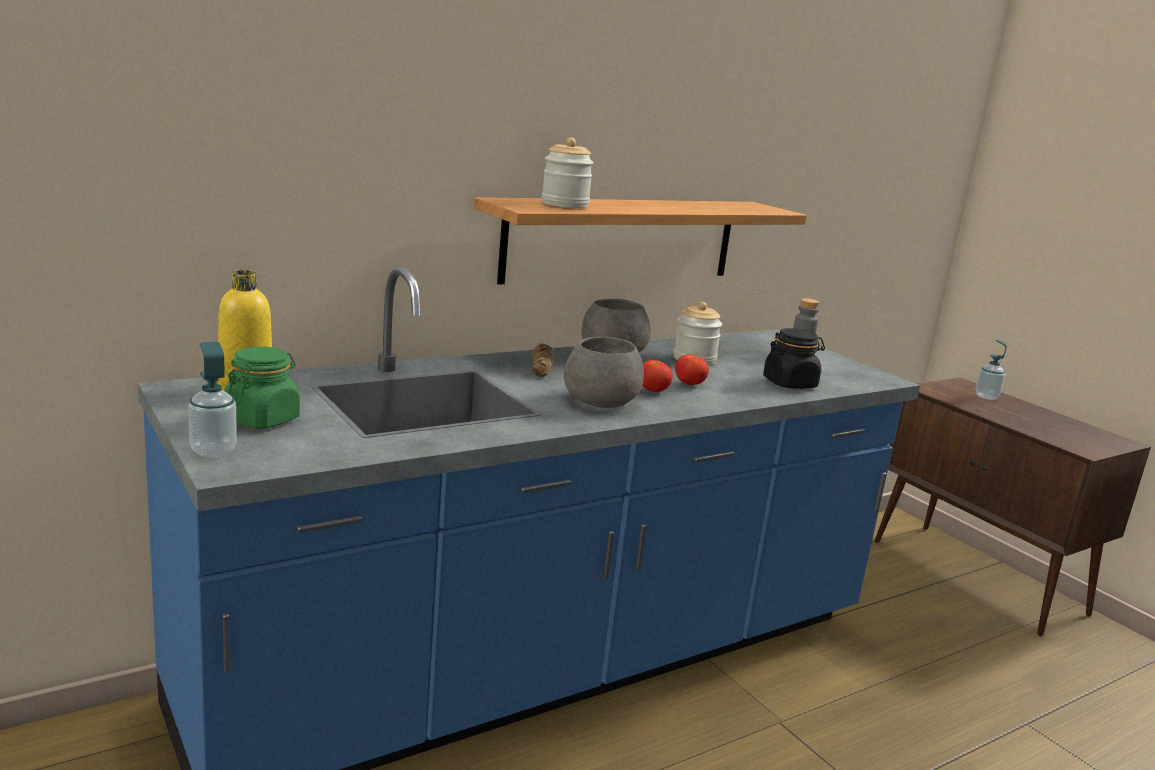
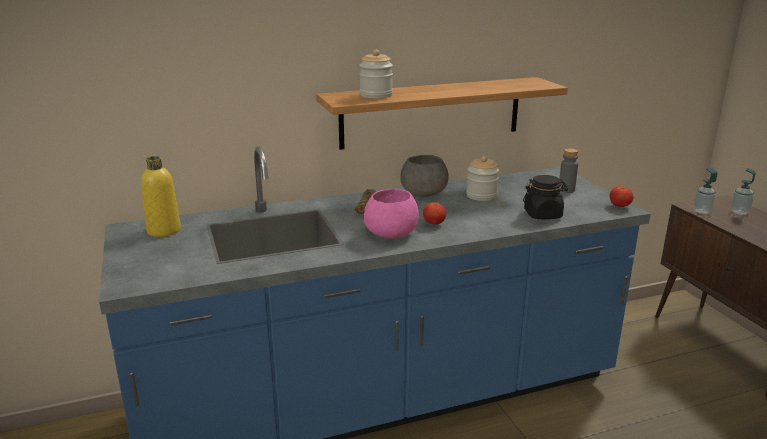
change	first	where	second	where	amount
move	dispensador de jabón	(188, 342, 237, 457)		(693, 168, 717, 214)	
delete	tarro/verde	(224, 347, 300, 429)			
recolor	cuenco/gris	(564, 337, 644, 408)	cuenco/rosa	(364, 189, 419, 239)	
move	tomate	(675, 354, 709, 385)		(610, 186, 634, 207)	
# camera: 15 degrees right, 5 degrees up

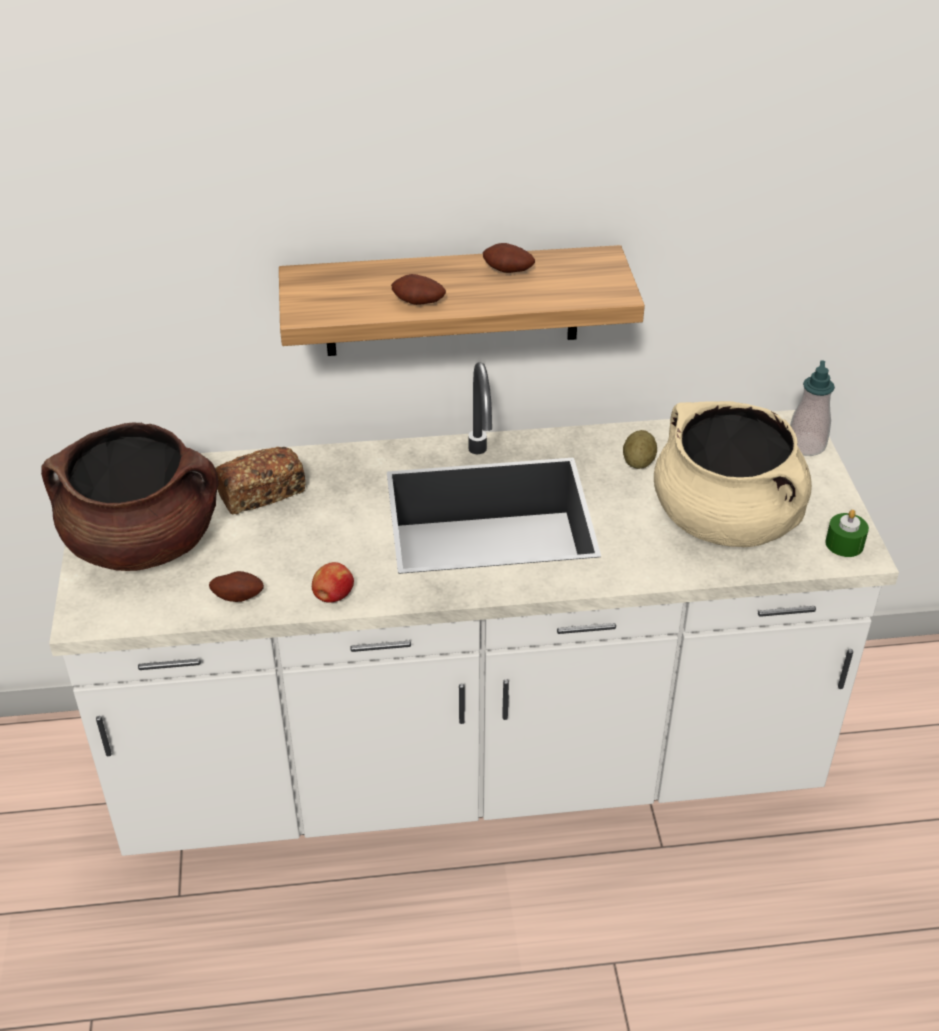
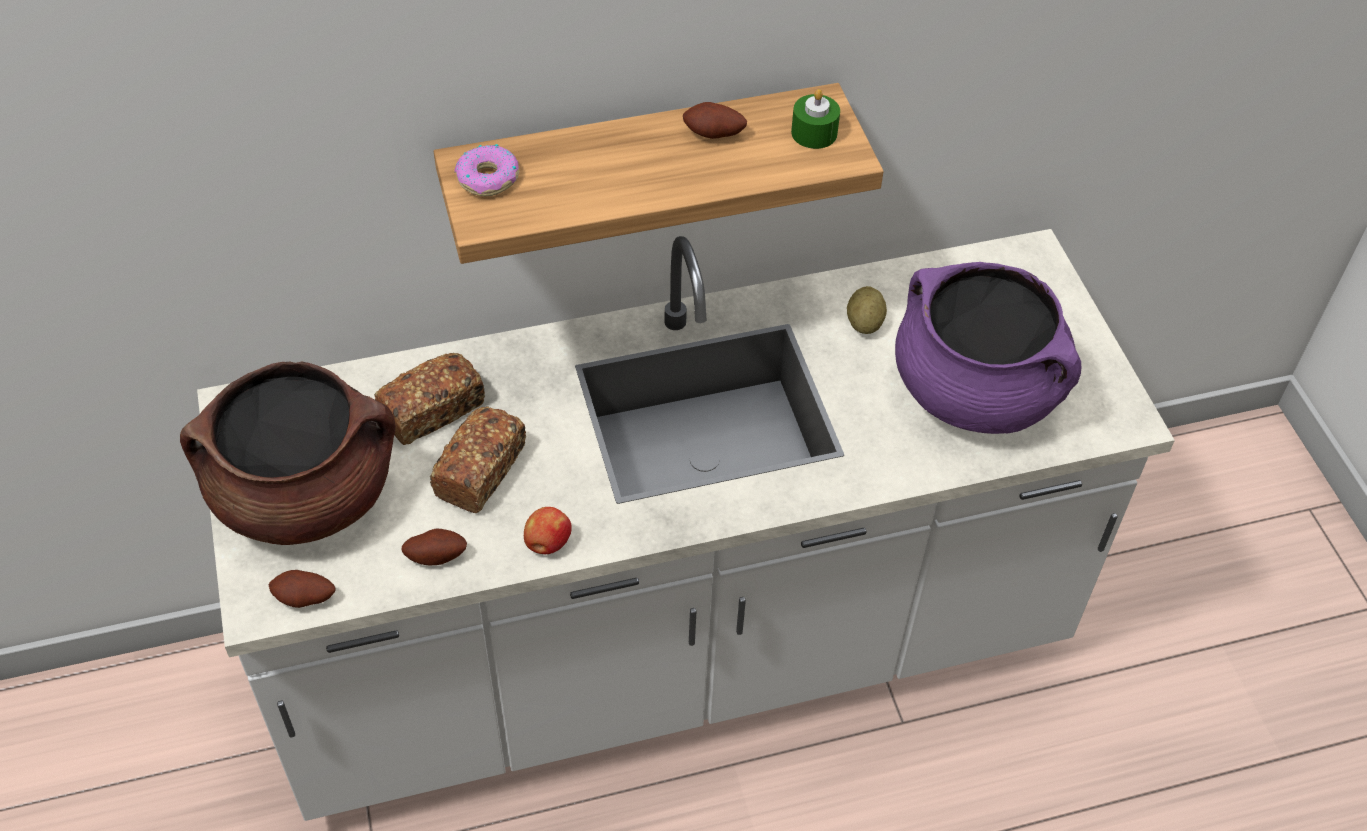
change	first	where	second	where	amount
move	patata	(391, 274, 446, 305)		(269, 570, 336, 608)	
recolor	olla/beis	(654, 401, 812, 547)	olla/morado	(895, 262, 1081, 434)	
delete	dispensador de jabón	(790, 360, 835, 456)			
move	vela/verde	(825, 510, 869, 557)		(791, 89, 840, 149)	
insert			pan	(430, 407, 526, 513)	
insert			rosquilla	(455, 144, 519, 196)	
# camera: 10 degrees left, 10 degrees up

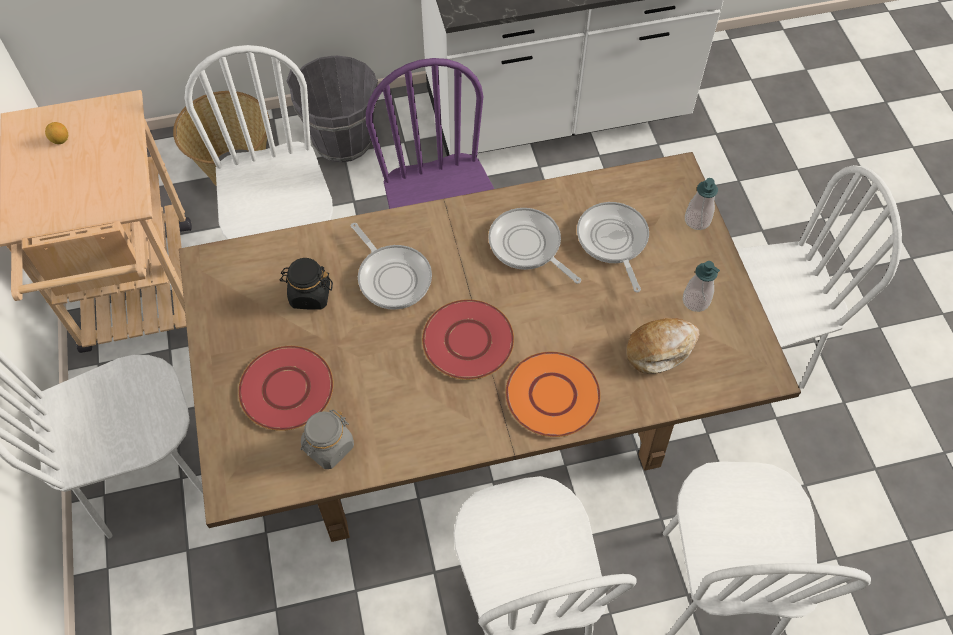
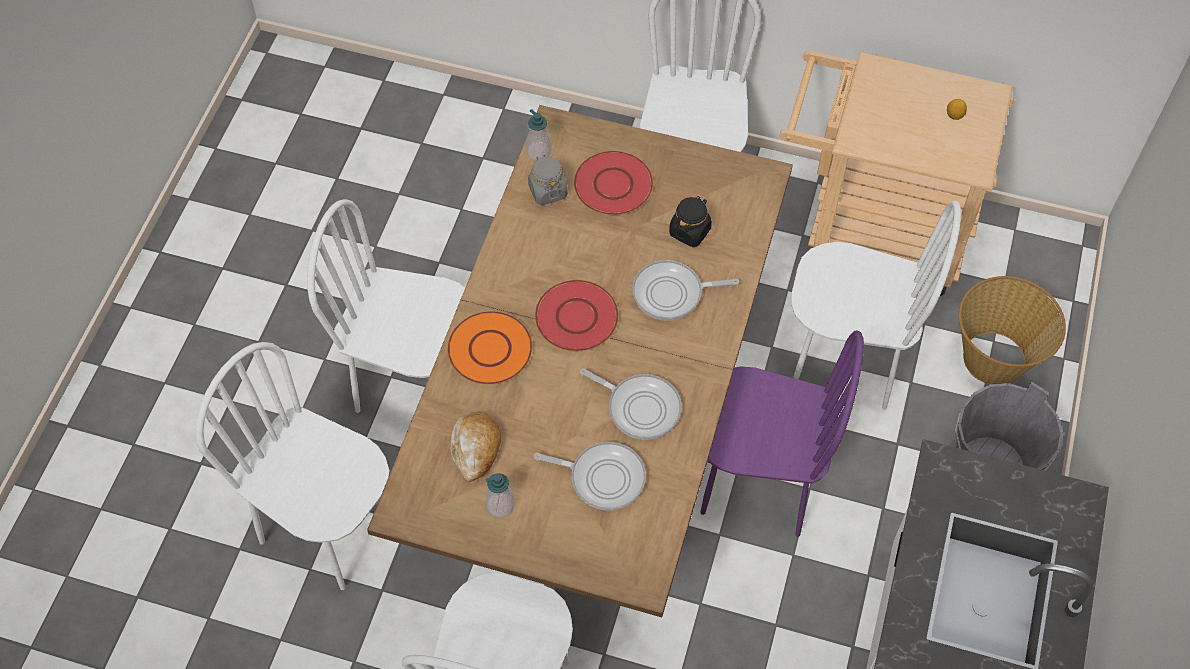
change	first	where	second	where	amount
rotate	sartén	(488, 208, 581, 284)		(580, 368, 682, 440)	45 degrees clockwise
move	dispensador de jabón	(685, 178, 718, 230)		(526, 109, 551, 160)	
# camera: 120 degrees right, 0 degrees up

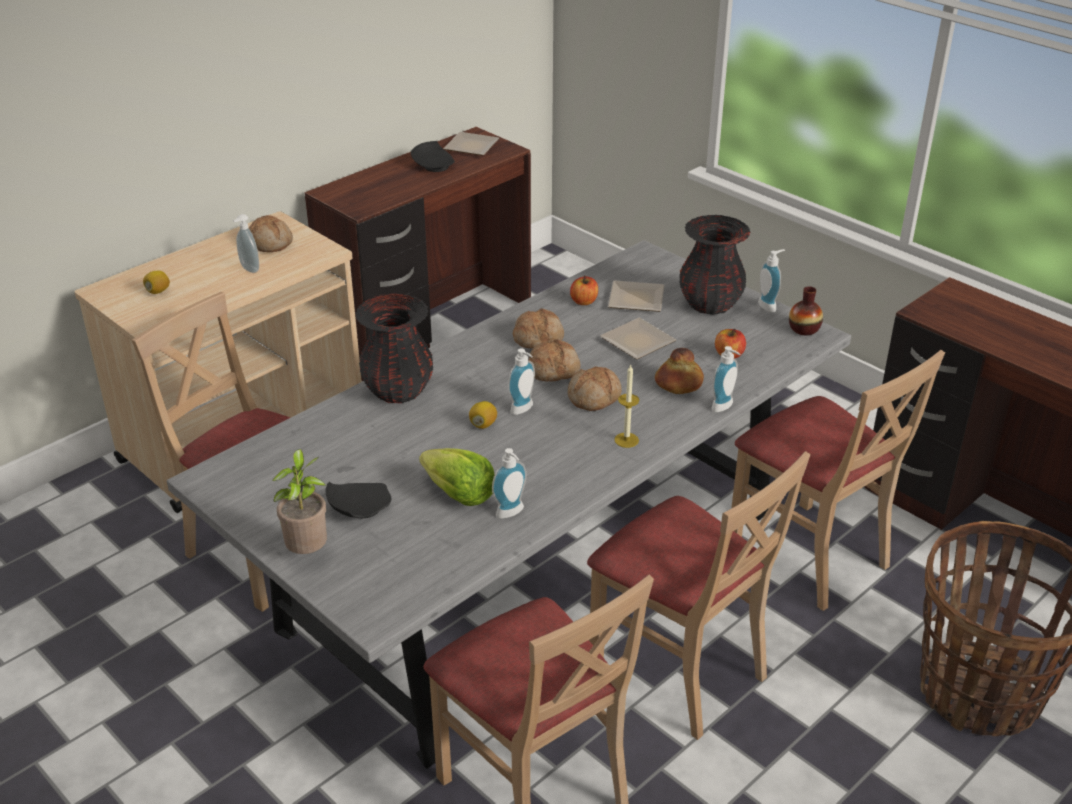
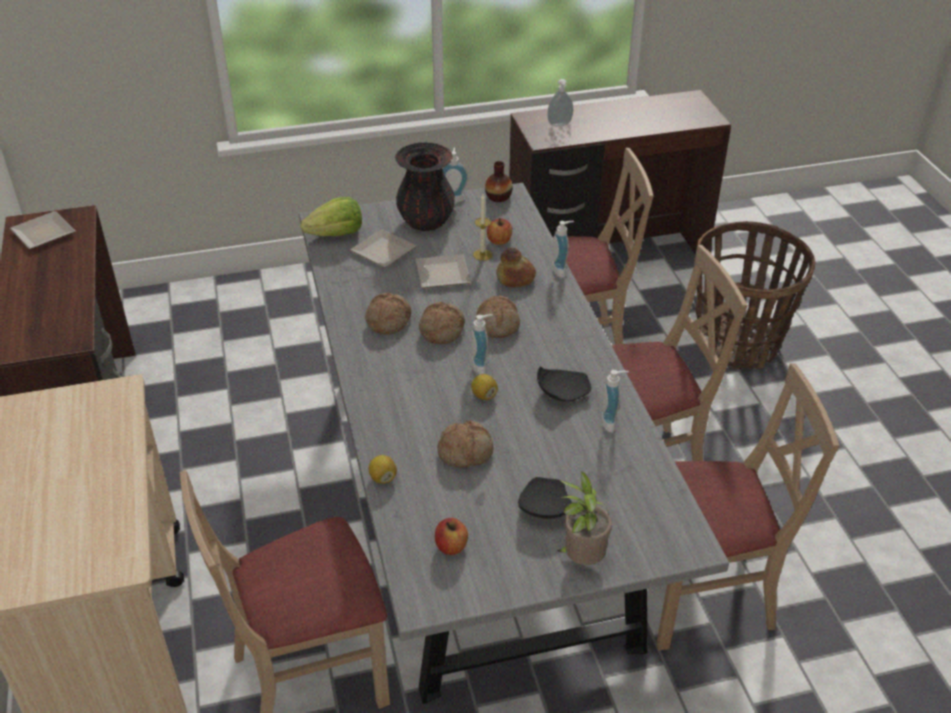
change	first	where	second	where	amount
move	limón	(143, 271, 170, 294)		(368, 455, 397, 484)	
move	dispensador de jabón	(232, 214, 259, 273)		(547, 79, 573, 127)	
move	pan	(249, 215, 293, 252)		(437, 421, 493, 467)	
delete	florero/negro	(355, 294, 433, 403)			
move	plato/negro	(411, 141, 455, 172)		(537, 366, 592, 402)	
move	lechuga	(419, 448, 495, 506)		(300, 197, 362, 236)	
move	manzana	(570, 276, 598, 305)		(435, 518, 468, 555)	
move	vela	(614, 364, 639, 448)		(473, 194, 492, 261)	
# camera: 60 degrees left, 5 degrees up

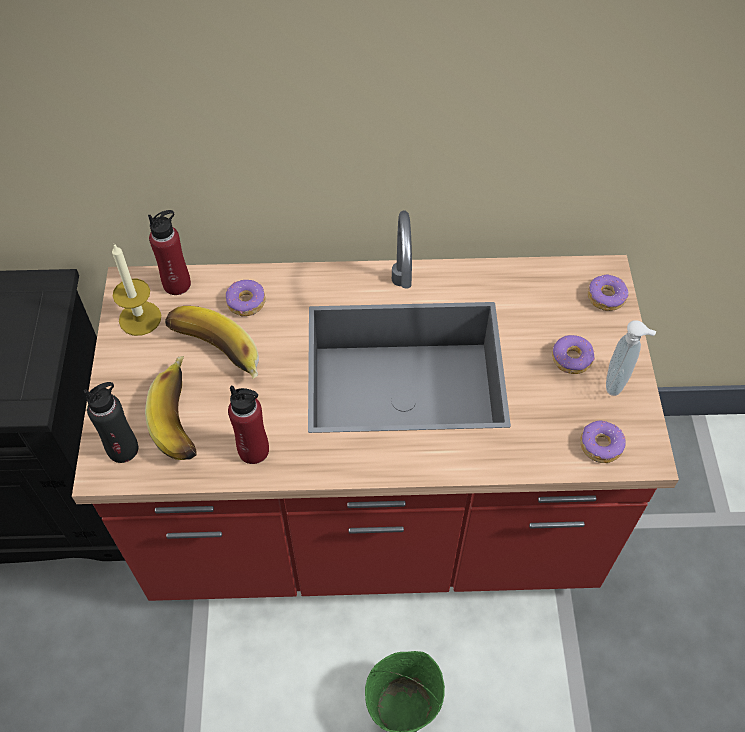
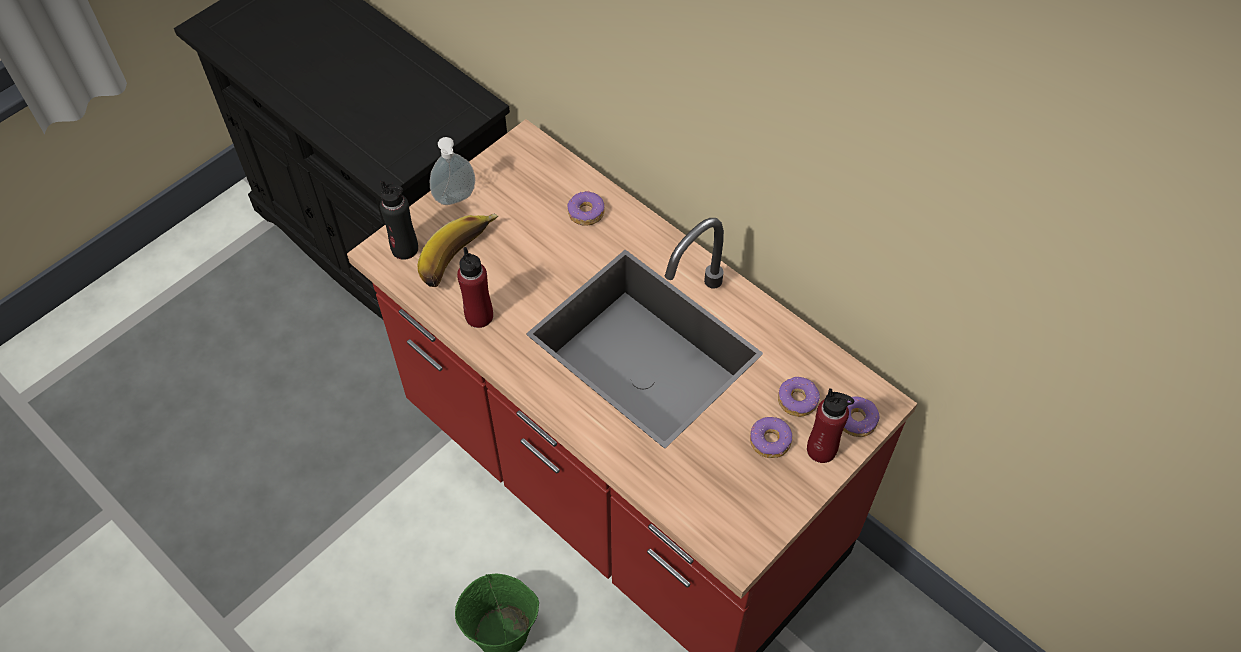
change	first	where	second	where	amount
delete	vela	(112, 244, 161, 336)			
move	botella/rojo	(148, 210, 191, 295)		(807, 388, 854, 463)	
delete	plátano	(165, 306, 259, 379)			
move	rosquilla	(580, 421, 626, 463)		(778, 377, 820, 417)	
move	dispensador de jabón	(606, 320, 656, 396)		(430, 137, 475, 205)	
# camera: 45 degrees right, 0 degrees up

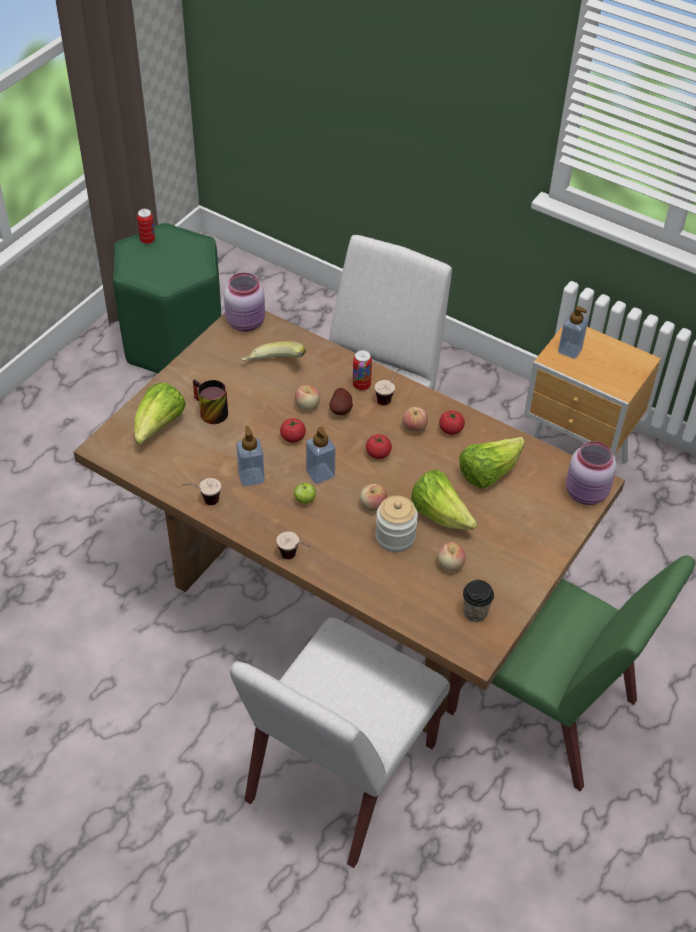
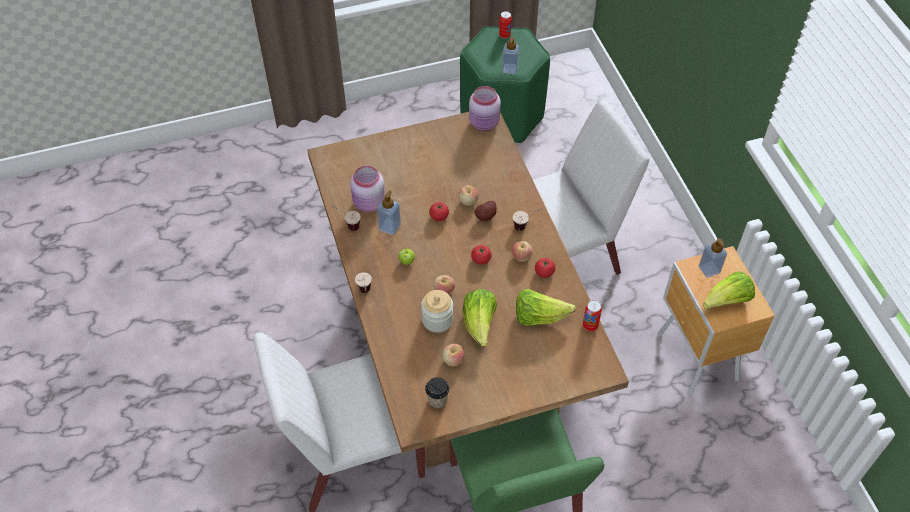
change	first	where	second	where	amount
move	lechuga	(134, 383, 186, 444)		(703, 272, 755, 309)	
delete	taza grande	(193, 379, 228, 424)			
delete	plátano	(241, 341, 306, 362)			
move	dispensador de jabón	(306, 427, 335, 484)		(502, 37, 519, 74)	
move	lata	(353, 350, 372, 391)		(583, 300, 602, 331)	
move	tarro/rosa	(566, 441, 616, 505)		(350, 166, 385, 212)	
# camera: 40 degrees right, 5 degrees up

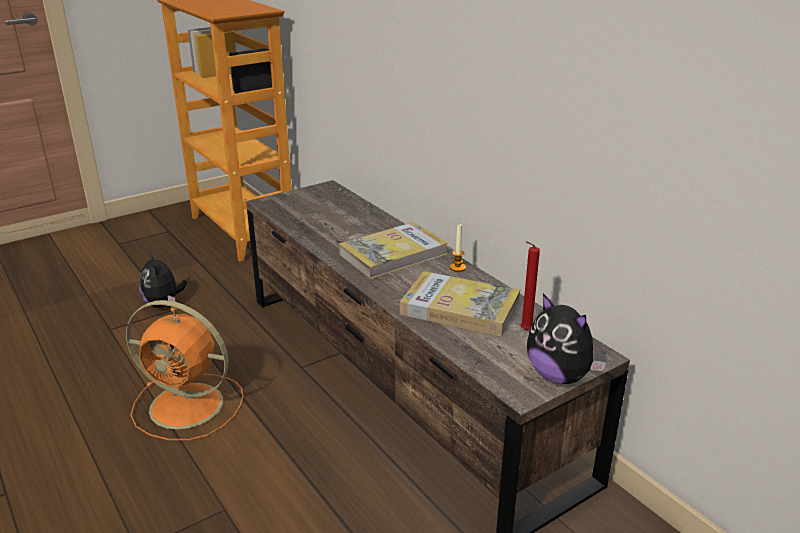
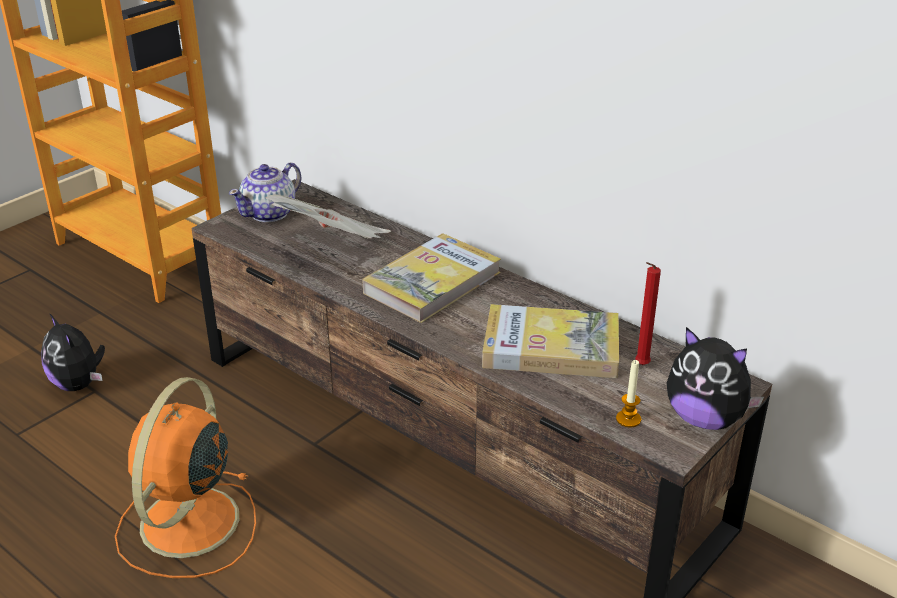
change	first	where	second	where	amount
rotate	ventilador/naranja	(126, 300, 244, 441)		(115, 377, 256, 578)	105 degrees clockwise
move	vela	(450, 224, 466, 272)		(616, 360, 641, 427)	
insert			tetera	(229, 162, 302, 222)	
insert			periódico	(266, 194, 391, 239)	
# camera: 15 degrees left, 5 degrees up

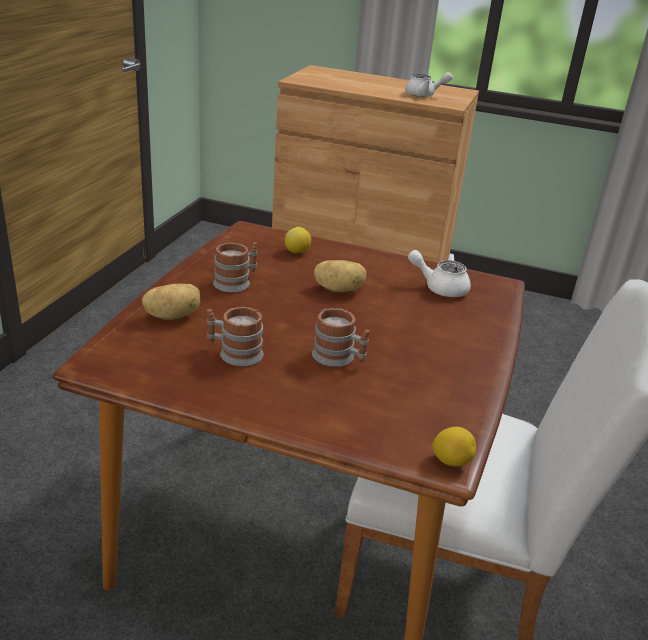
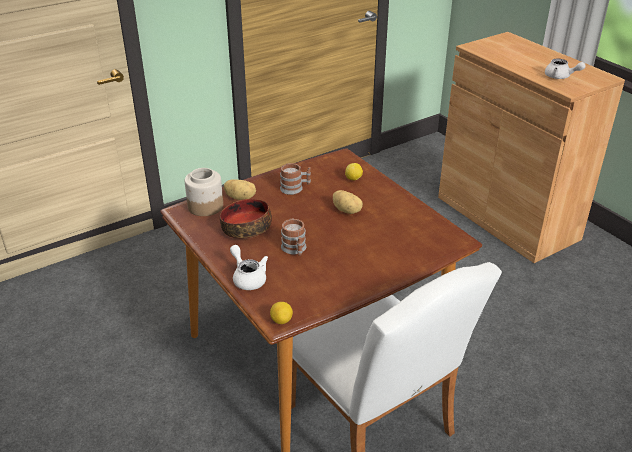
change	first	where	second	where	amount
replace	taza grande	(207, 307, 264, 367)	cuenco	(220, 199, 272, 239)	
move	tetera/blanco	(408, 250, 471, 297)		(230, 245, 268, 290)	
insert			tarro	(185, 168, 223, 216)	
# camera: 40 degrees right, 5 degrees up

